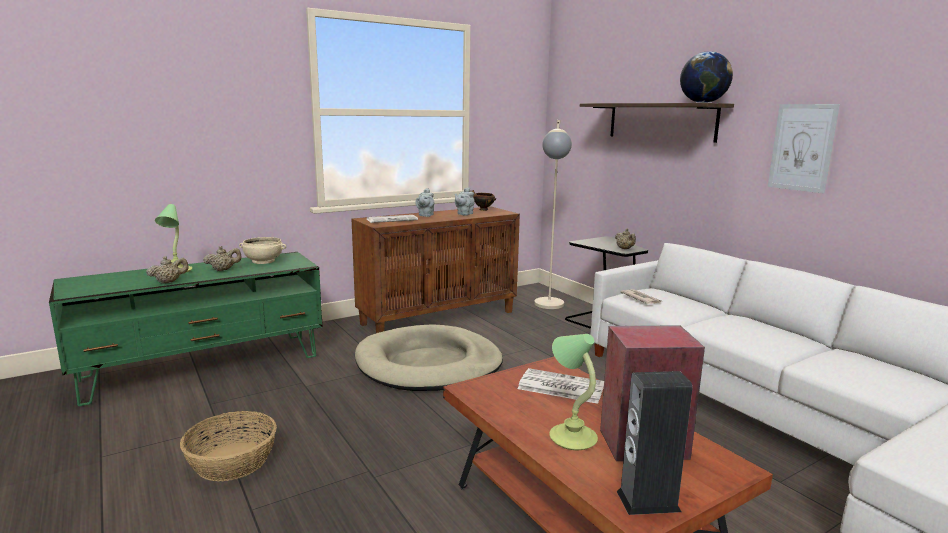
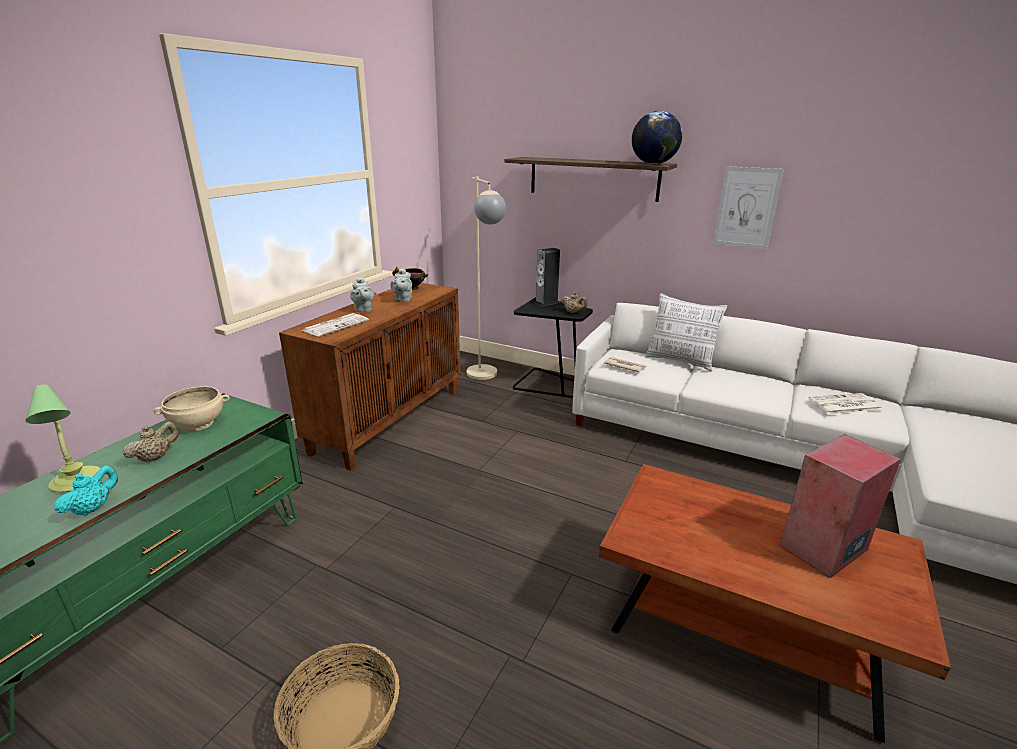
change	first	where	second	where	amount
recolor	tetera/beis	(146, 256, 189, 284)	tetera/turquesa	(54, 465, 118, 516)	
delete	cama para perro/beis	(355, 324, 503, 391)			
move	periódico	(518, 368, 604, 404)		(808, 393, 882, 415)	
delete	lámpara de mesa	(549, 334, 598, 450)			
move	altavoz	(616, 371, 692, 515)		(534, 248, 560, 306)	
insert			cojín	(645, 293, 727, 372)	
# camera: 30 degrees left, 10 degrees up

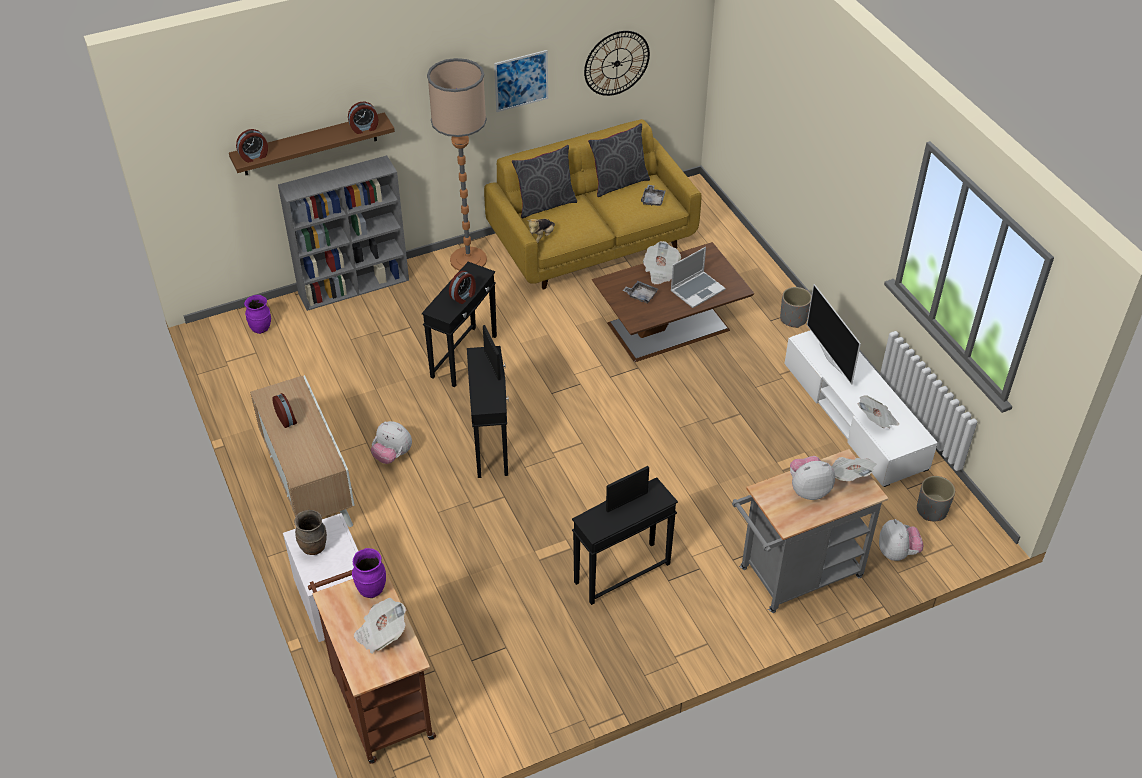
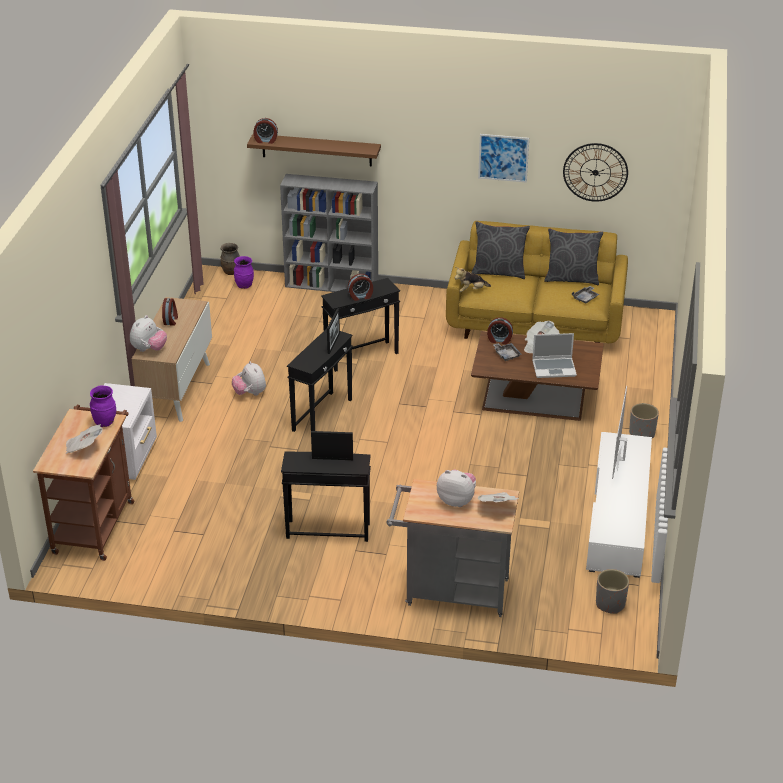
change	first	where	second	where	amount
move	florero/marrón	(294, 510, 327, 555)		(220, 243, 240, 275)	
move	despertador	(348, 102, 378, 134)		(487, 317, 513, 344)	
delete	lámpara de pie	(427, 58, 487, 271)			
delete	periódico	(857, 395, 899, 428)			
move	peluche	(879, 519, 923, 561)		(130, 315, 167, 352)	
# camera: 35 degrees right, 10 degrees down

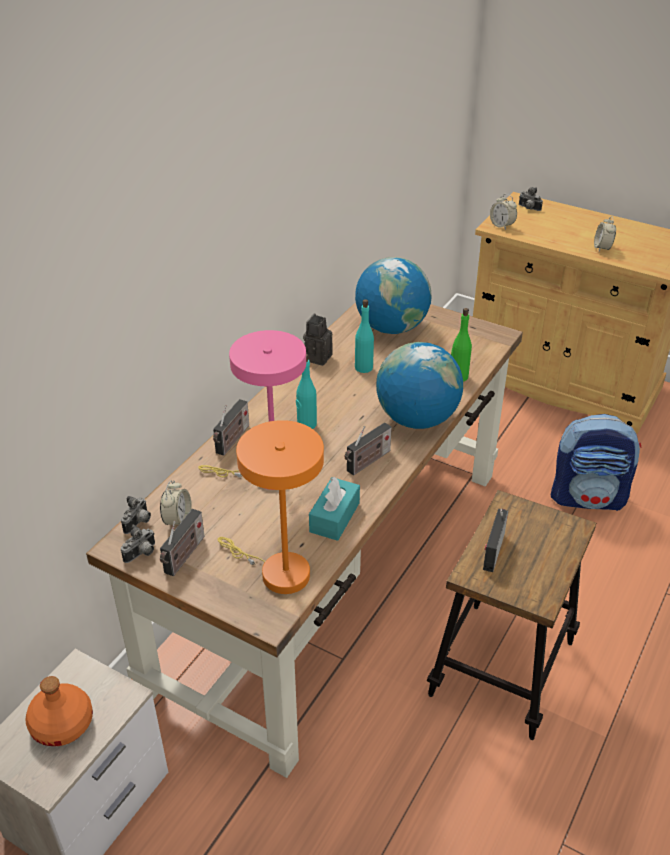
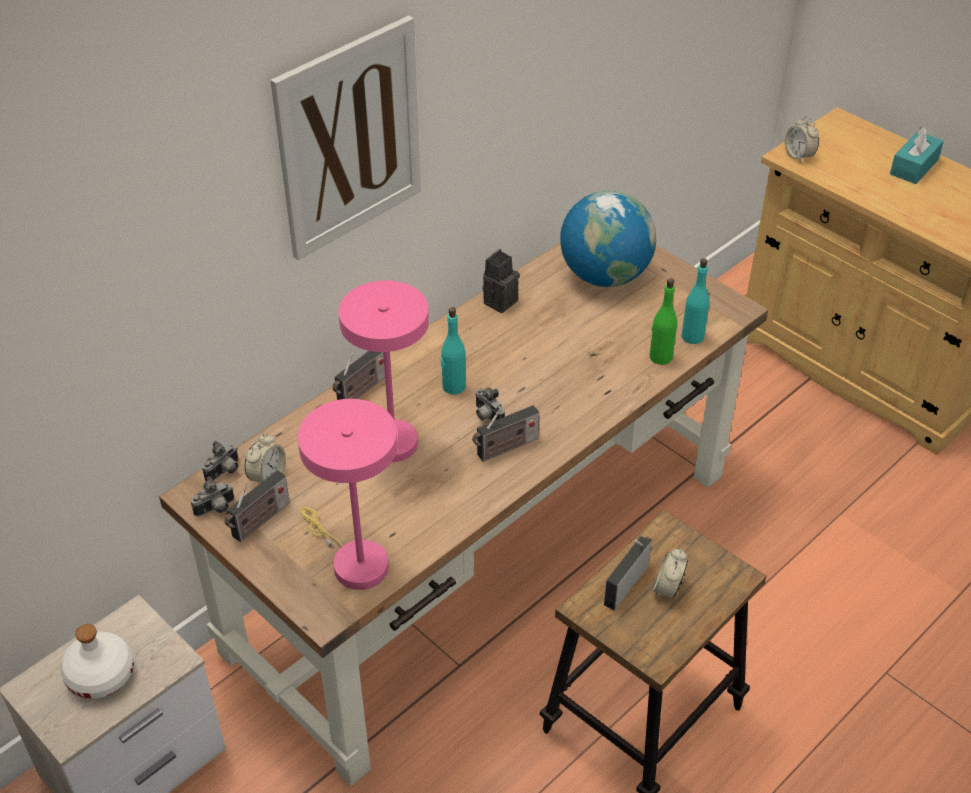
change	first	where	second	where	amount
recolor	botella/naranja	(25, 676, 93, 746)	botella/blanco	(61, 624, 134, 699)	
recolor	lámpara de mesa/naranja	(217, 420, 324, 594)	lámpara de mesa/rosa	(298, 399, 398, 590)	
move	caja de pañuelos/turquesa	(309, 477, 360, 541)		(890, 127, 944, 184)	
move	botella/turquesa	(355, 299, 374, 373)		(682, 258, 709, 344)	
delete	globo terráqueo	(376, 342, 463, 429)			
move	cámara	(519, 187, 543, 211)		(475, 387, 505, 421)	
delete	mochila	(551, 414, 641, 511)			
move	despertador	(594, 216, 616, 251)		(653, 549, 688, 599)	
insert			cuadro	(271, 16, 421, 260)	
# camera: 15 degrees right, 5 degrees up

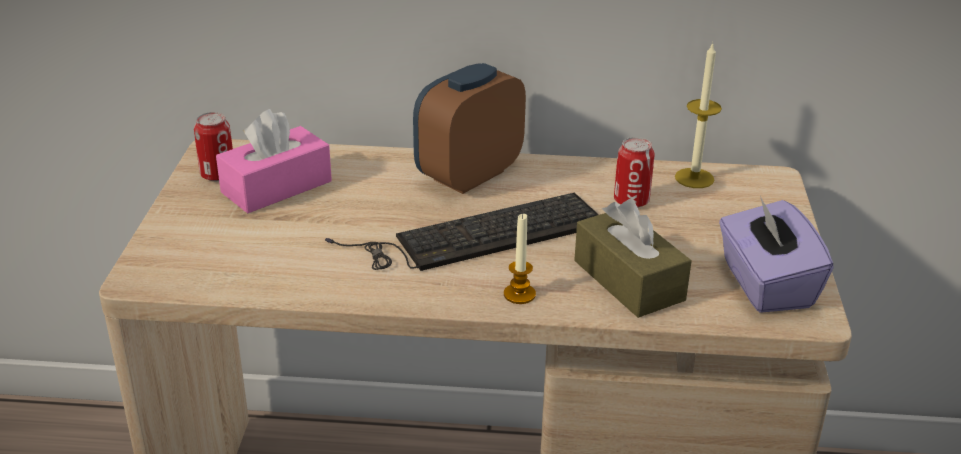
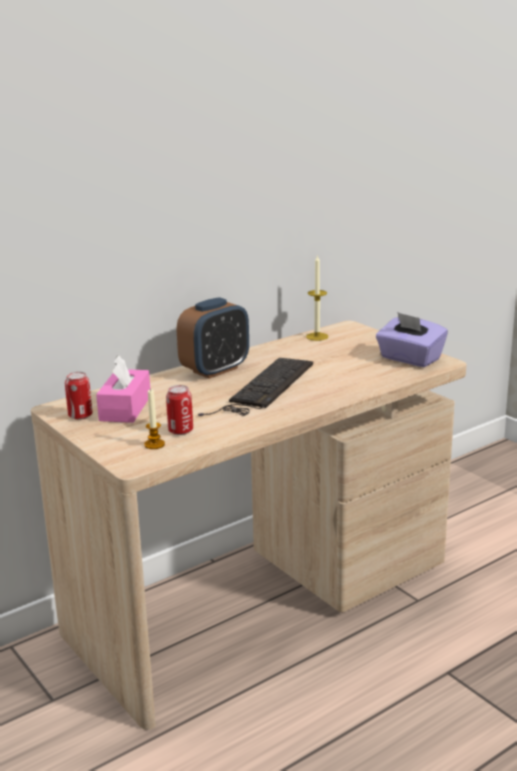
change	first	where	second	where	amount
rotate	despertador	(413, 63, 526, 194)		(177, 297, 249, 379)	135 degrees counterclockwise
move	vela	(504, 213, 536, 304)		(144, 388, 165, 449)	
delete	caja de pañuelos/marrón	(574, 199, 692, 318)			
move	lata	(614, 137, 655, 208)		(166, 385, 193, 435)	
# camera: 40 degrees left, 10 degrees down

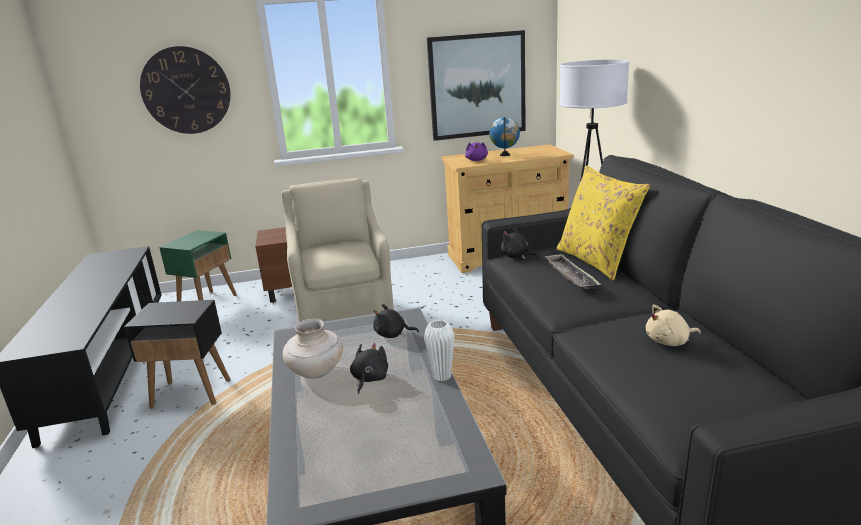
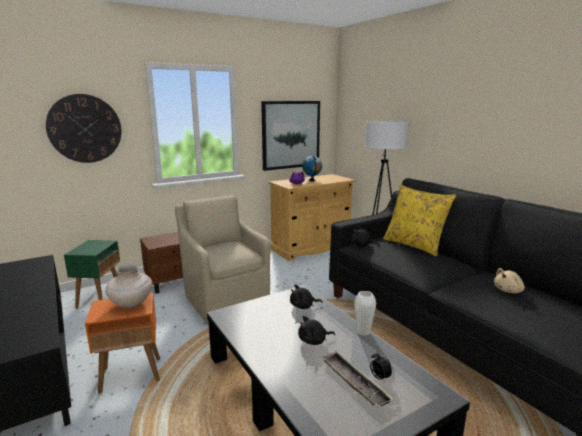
change	first	where	second	where	amount
recolor	mesa auxiliar/negro	(124, 300, 231, 408)	mesa auxiliar/naranja	(85, 293, 160, 394)	
move	florero/beis	(283, 319, 343, 379)		(105, 264, 152, 308)	
rotate	peluche/negro	(350, 343, 388, 394)		(298, 316, 335, 345)	105 degrees counterclockwise
move	bandeja	(544, 254, 601, 289)		(321, 351, 394, 407)	
insert			despertador	(370, 352, 392, 382)	
# camera: 20 degrees left, 5 degrees down

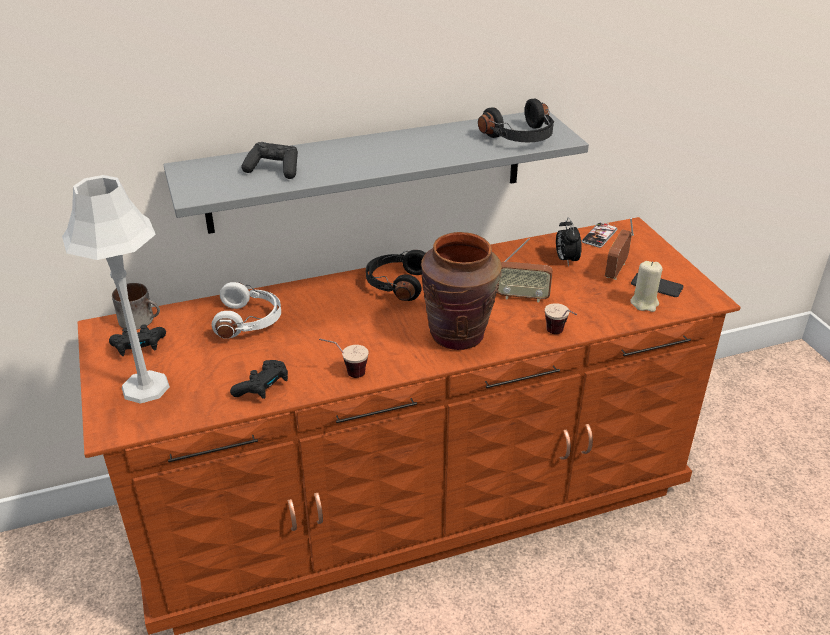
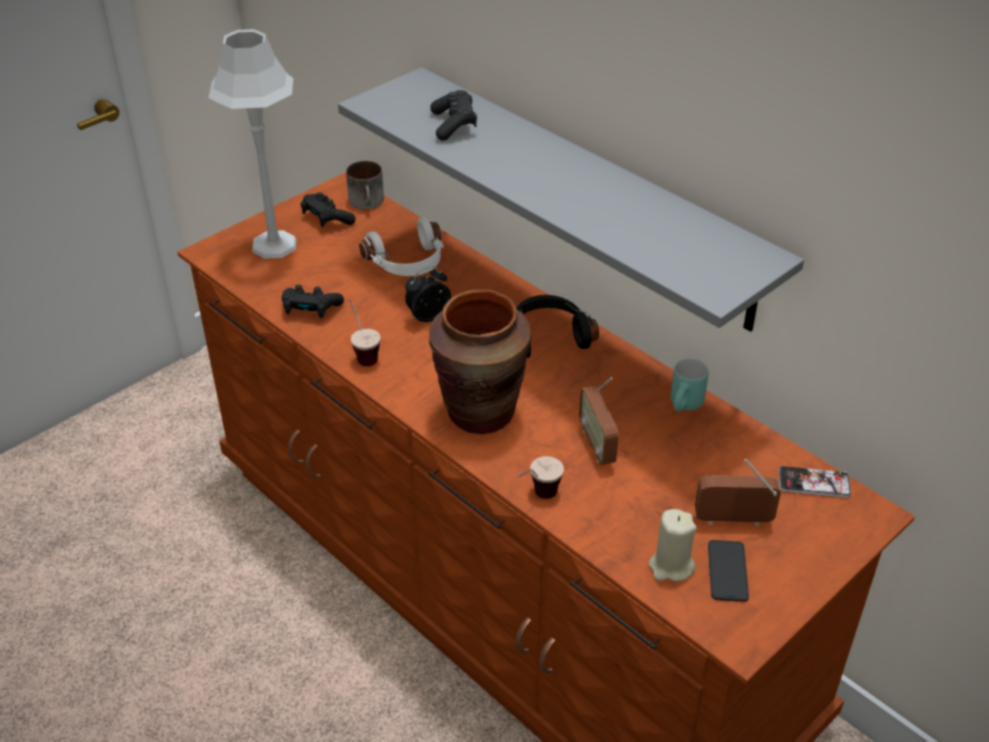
change	first	where	second	where	amount
delete	auriculares/negro	(478, 99, 554, 142)			
move	despertador	(556, 217, 582, 267)		(405, 266, 451, 322)	
insert			taza grande/turquesa	(671, 358, 709, 412)	
# camera: 65 degrees right, 5 degrees up

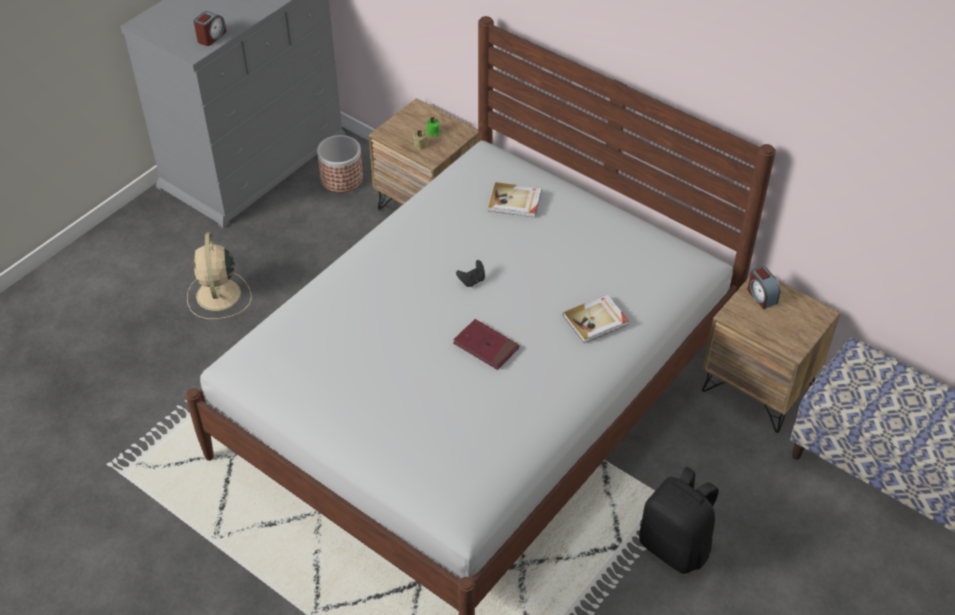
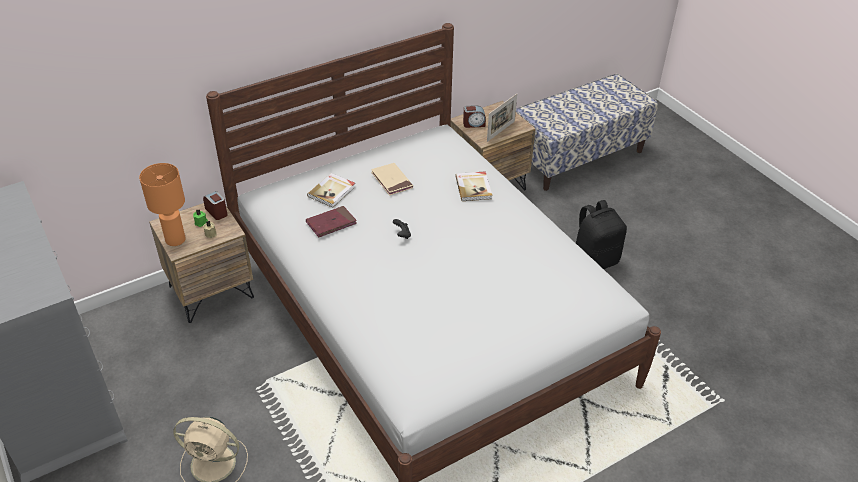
change	first	where	second	where	amount
move	despertador	(194, 11, 226, 46)		(203, 191, 228, 220)	
delete	maceta	(317, 135, 363, 193)			
move	libro/rojo	(453, 319, 520, 370)		(306, 206, 357, 237)	
insert			lámpara de mesa/naranja	(139, 163, 186, 246)	
insert			libro/beis	(371, 163, 413, 196)	
insert			portarretratos	(487, 94, 517, 142)	
# camera: 70 degrees left, 5 degrees down

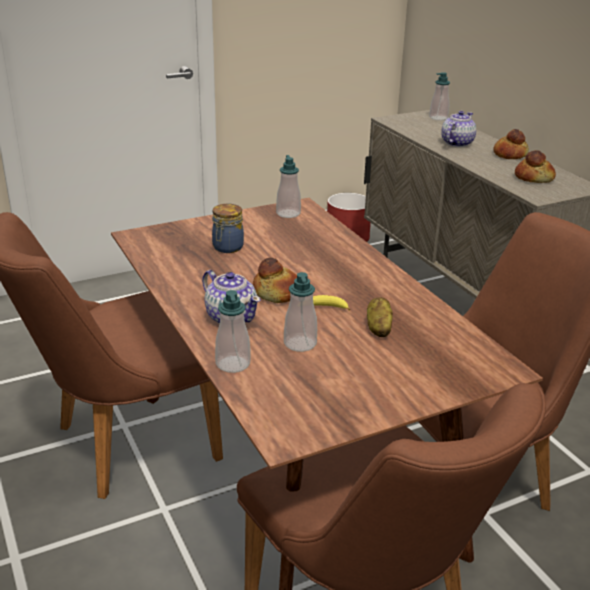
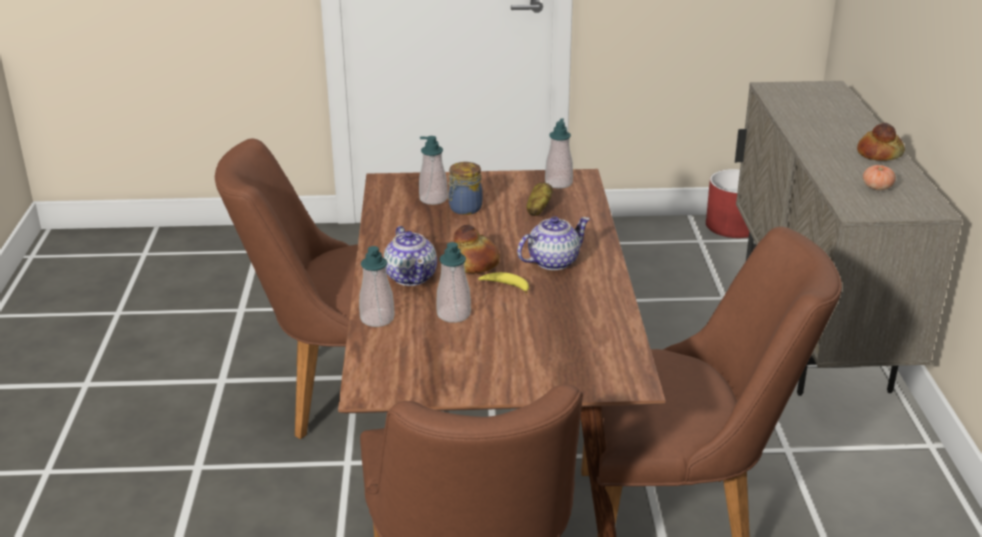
change	first	where	second	where	amount
move	patata	(367, 297, 393, 337)		(526, 183, 553, 216)	
move	dispensador de jabón	(429, 72, 450, 120)		(419, 136, 448, 205)	
move	tetera	(442, 111, 476, 147)		(517, 216, 590, 270)	
replace	pan	(515, 150, 556, 183)	tomate	(863, 165, 896, 190)	
# camera: 25 degrees right, 0 degrees up

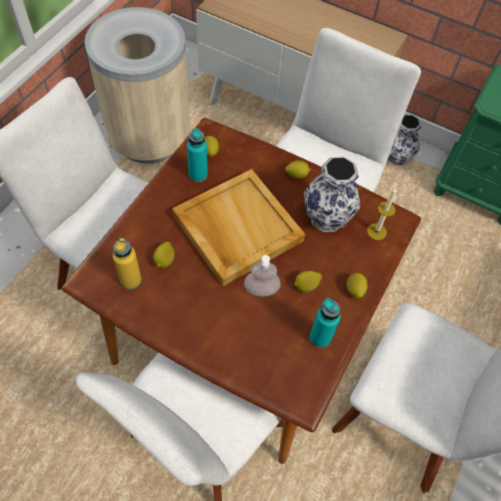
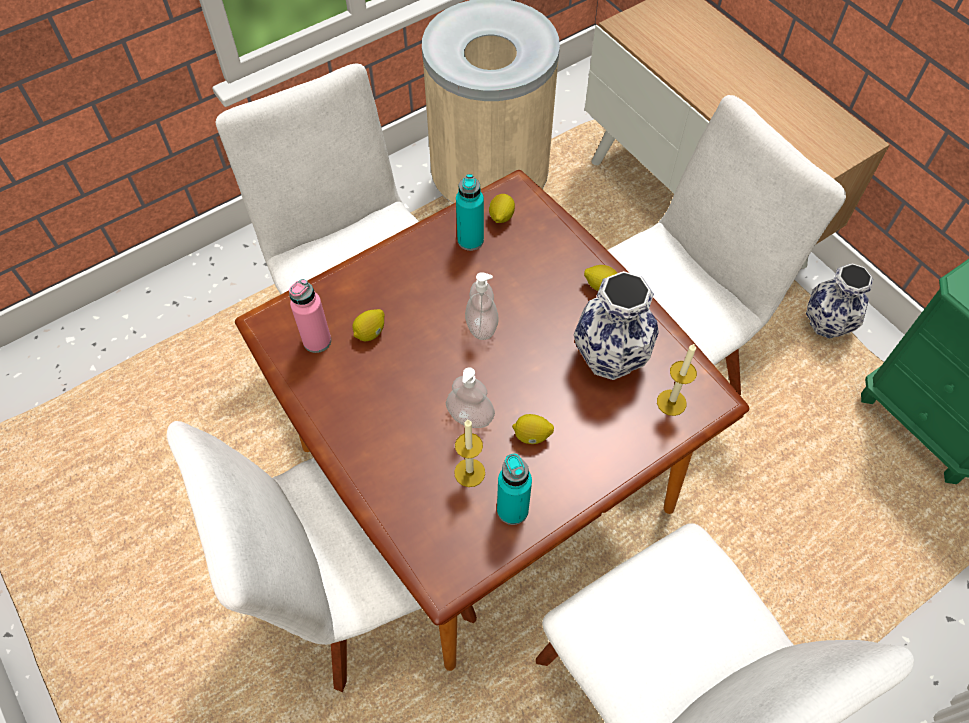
change	first	where	second	where	amount
recolor	botella/amarillo	(113, 238, 142, 289)	botella/rosa	(289, 279, 331, 353)	
replace	bandeja/beis	(172, 169, 305, 286)	dispensador de jabón	(465, 272, 499, 340)	
delete	limón	(347, 273, 368, 299)			
insert			vela	(454, 420, 485, 487)	
# camera: 30 degrees right, 0 degrees up

